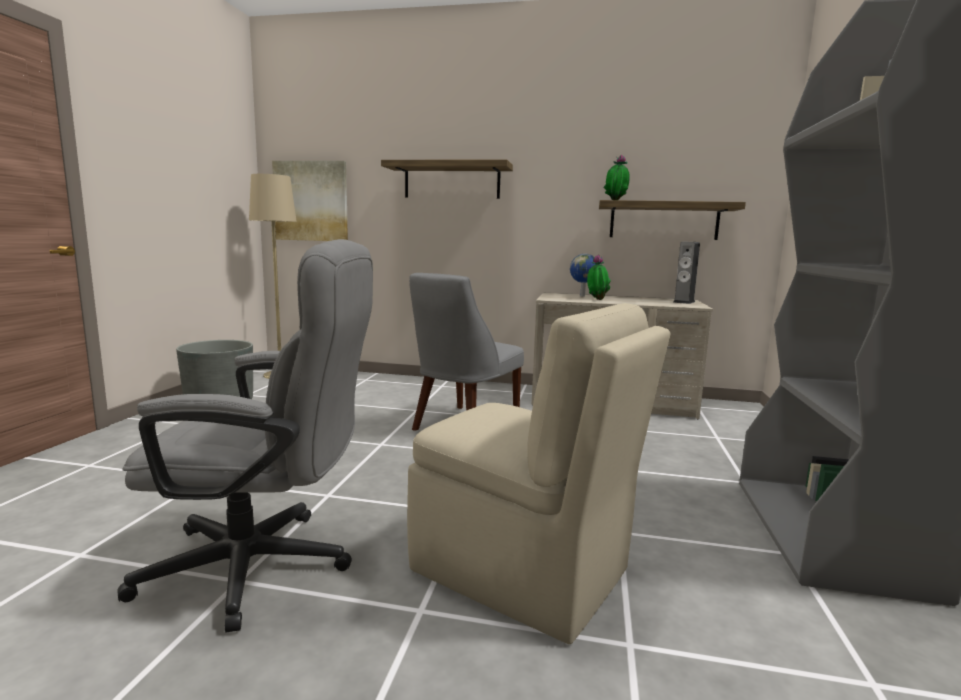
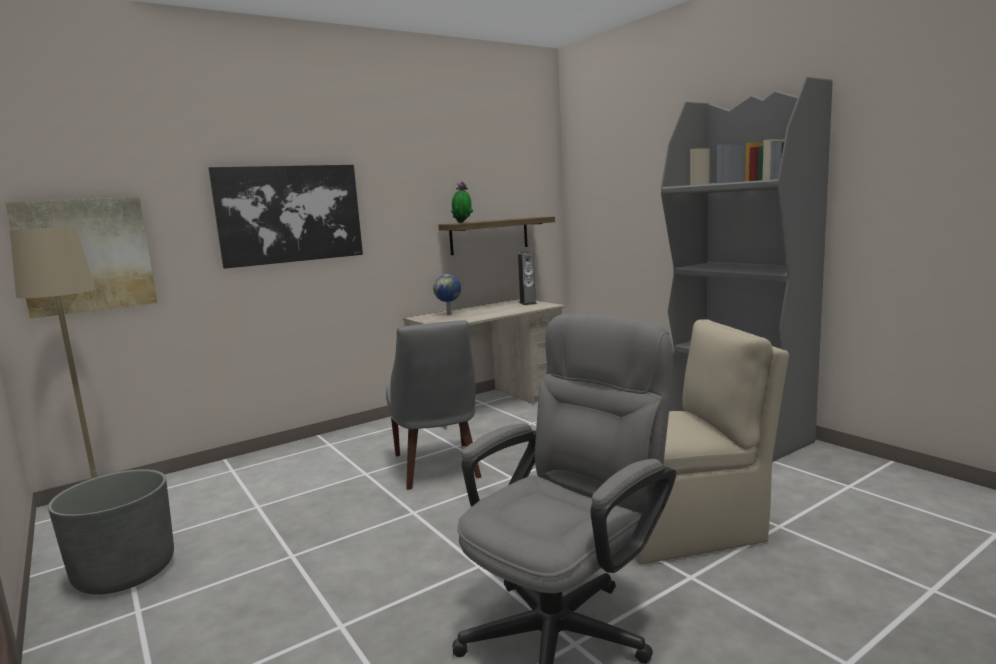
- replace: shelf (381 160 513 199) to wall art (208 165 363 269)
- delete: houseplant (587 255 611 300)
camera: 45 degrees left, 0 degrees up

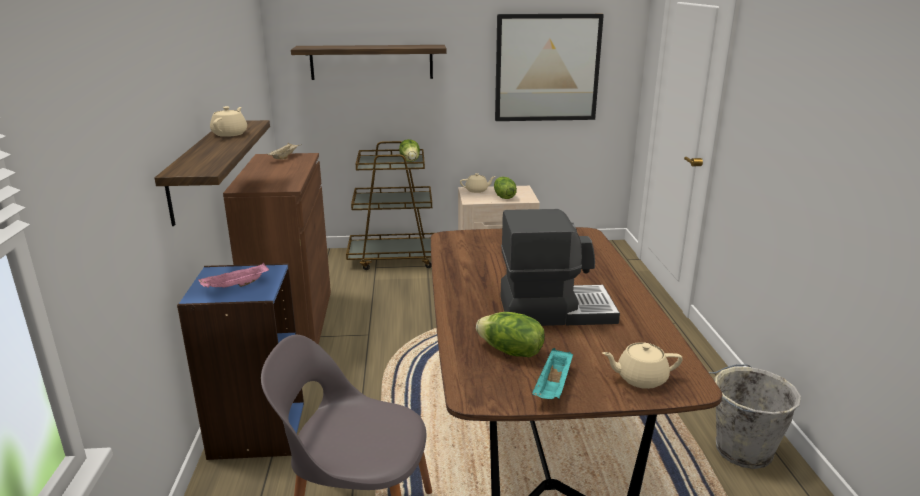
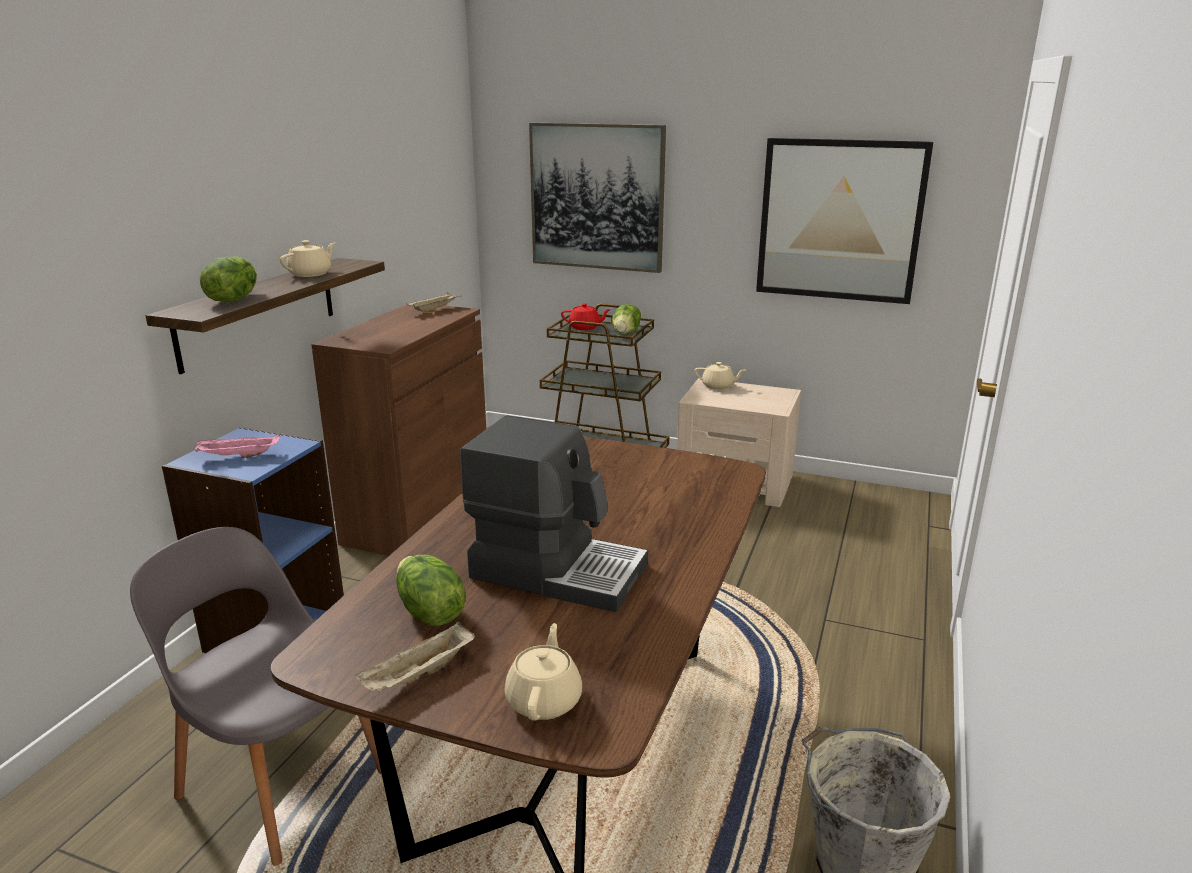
- replace: shelf (291 45 447 80) to wall art (529 123 666 273)
- move: lettuce (494 177 517 199) to (200 256 257 302)
- recolor: turquoise-coloured tray (532 348 573 399) to beige tray (355 622 475 693)
- rotate: beige teapot (602 342 683 389) = (504 623 582 721) 75 degrees clockwise
- insert: red-coloured teapot (561 303 611 330)
camera: 25 degrees right, 0 degrees up

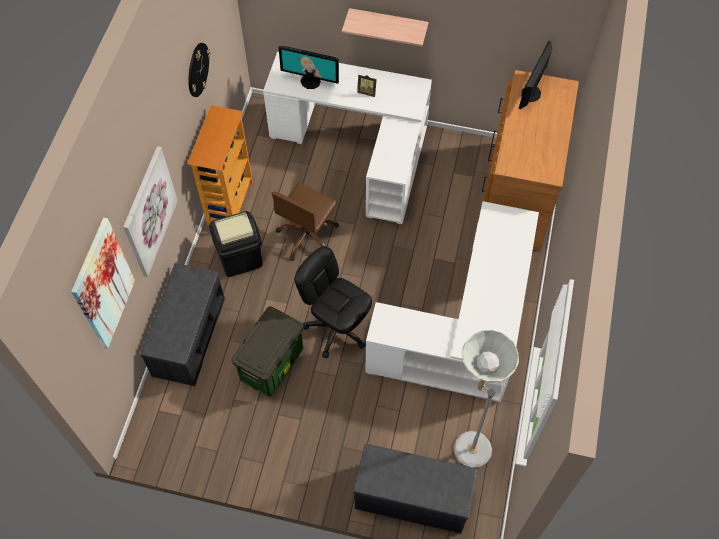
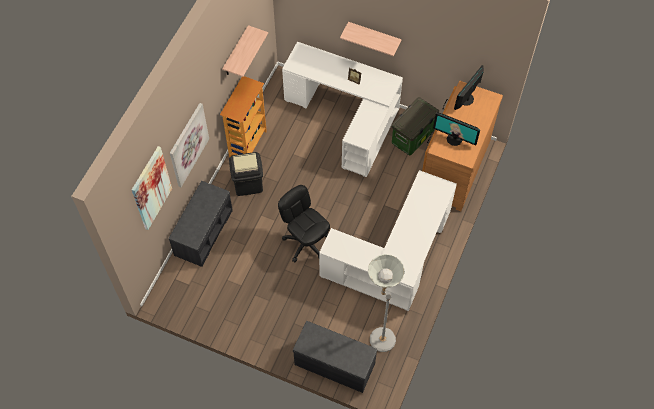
- replace: clock on the wall (188 43 210 97) to shelf (222 25 268 77)
- move: storage bin (231 306 304 397) to (392 97 439 155)
- delete: brown office chair (271 183 339 261)
- move: computer display (279 46 339 89) to (433 112 480 146)
camera: 10 degrees right, 0 degrees up

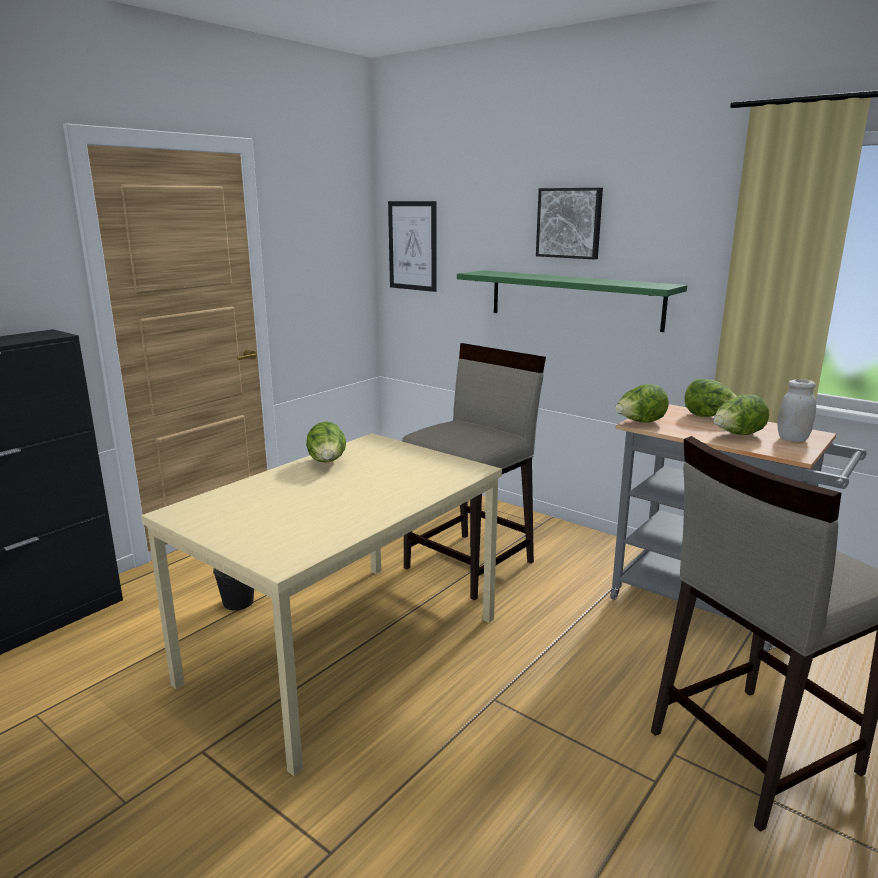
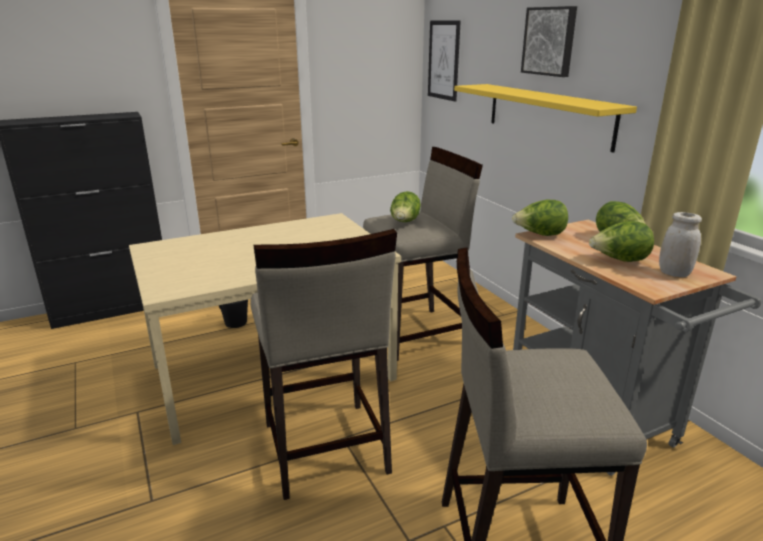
- move: lettuce (306 421 346 463) to (390 191 421 222)
- recolor: green shelf (457 270 687 332) to yellow-coloured shelf (454 84 637 153)
- insert: beige sitting stool (250 229 397 500)
camera: 25 degrees right, 5 degrees up

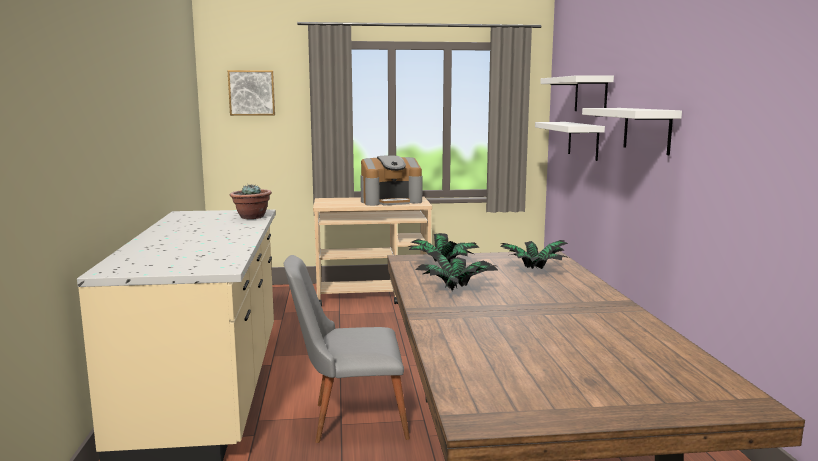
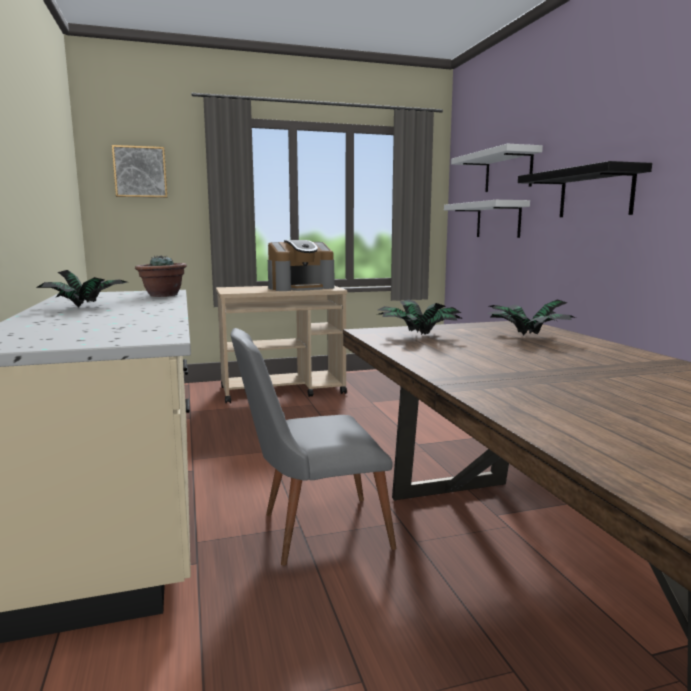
- move: houseplant (415 251 498 291) to (36 270 127 307)
- recolor: white-coloured shelf (582 108 682 155) to blackish shelf (518 161 652 217)
camera: 10 degrees left, 0 degrees up

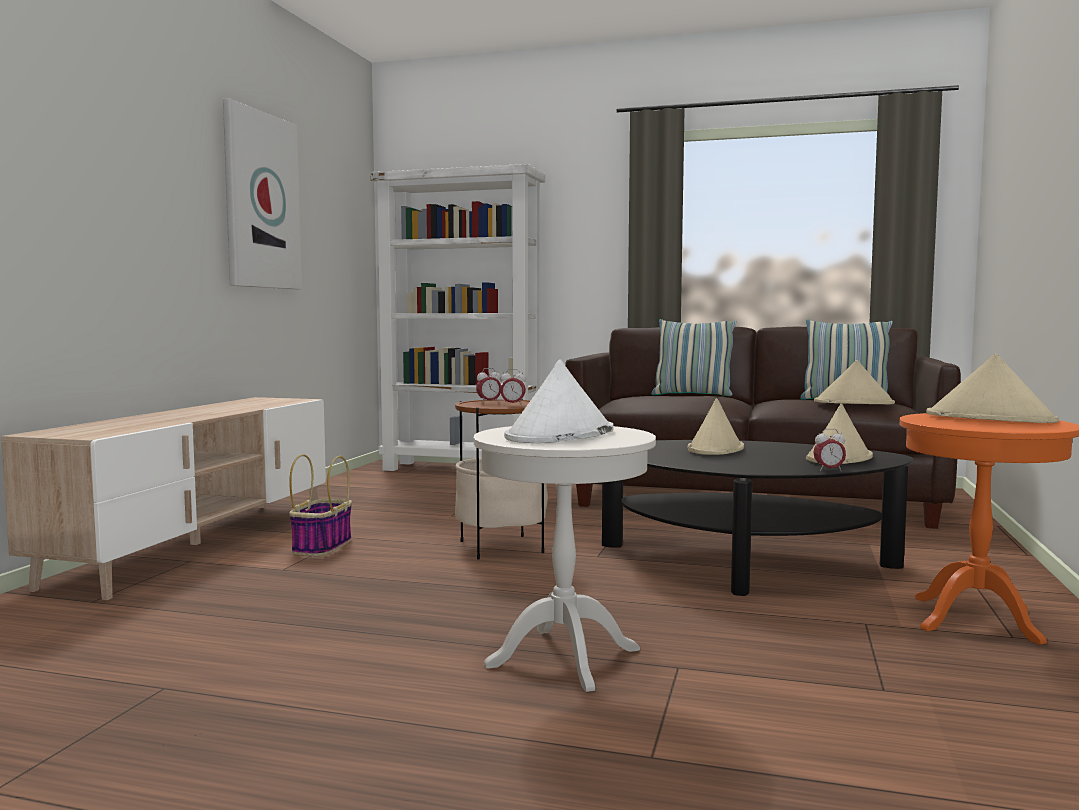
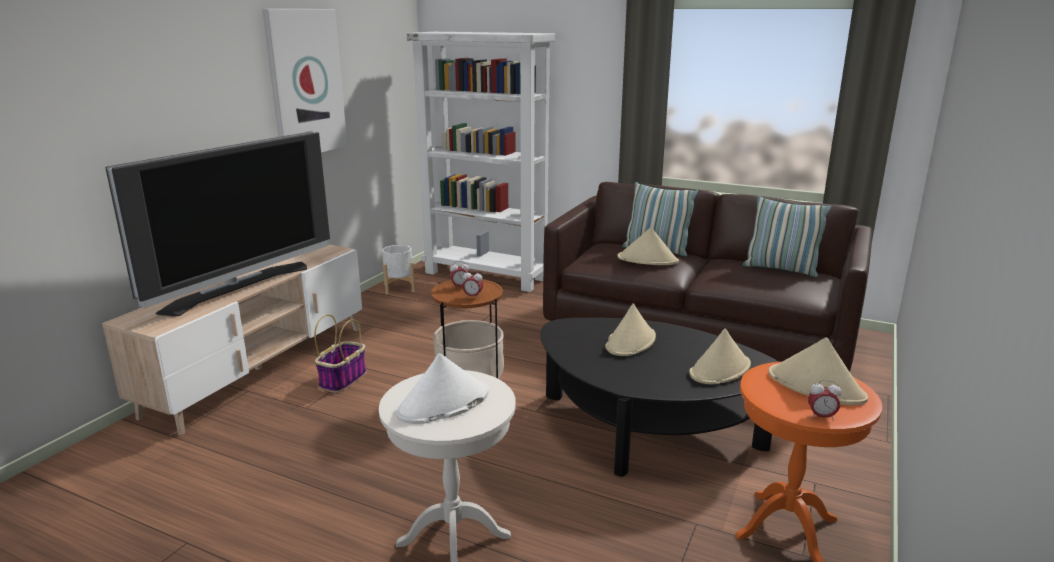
- move: alarm clock (813 429 846 471) to (808 380 841 421)
- move: beige hat (814 360 895 404) to (617 227 679 265)
- insert: TV (106 131 330 316)
- insert: white-coloured flower pot (382 245 415 294)
camera: 10 degrees right, 15 degrees up

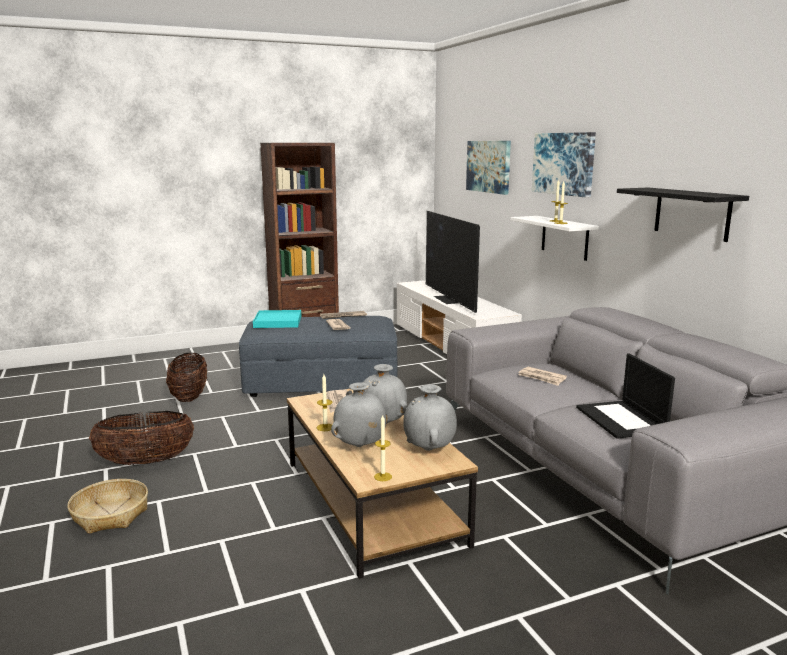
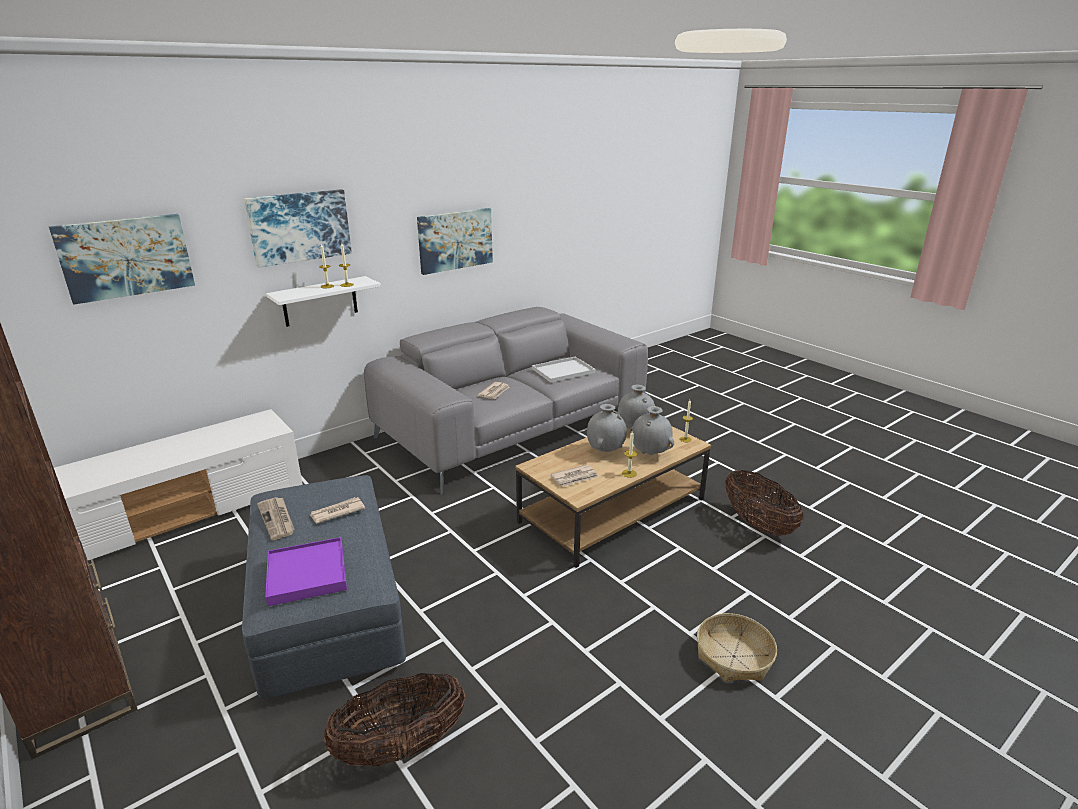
- move: storage basket (89 411 194 465) to (725 470 803 536)
- recolor: turquoise-coloured tray (253 310 301 328) to purplish tray (265 537 347 606)
- delete: TV (426 211 480 313)
- replace: portable computer (576 353 675 439) to white-coloured tray (532 357 595 383)
- replace: blackish shelf (617 188 749 242) to wall art (417 208 493 275)
camera: 105 degrees left, 10 degrees up

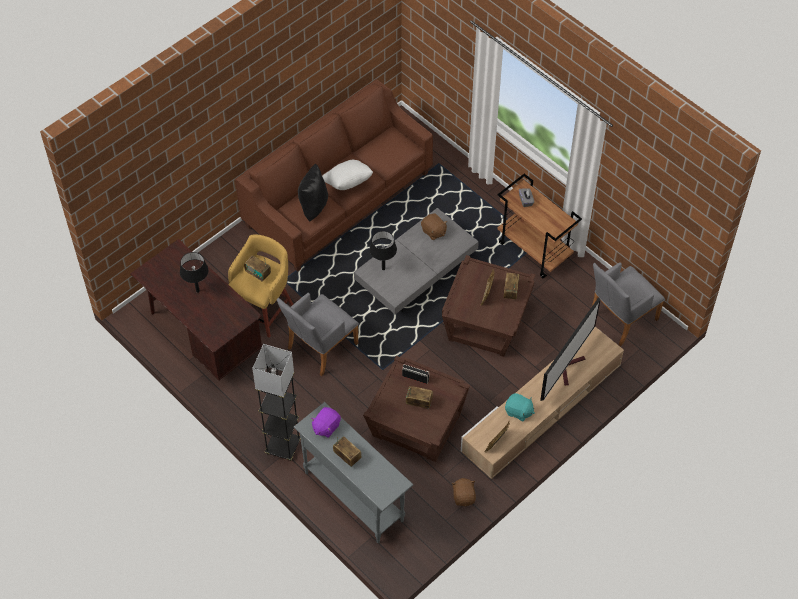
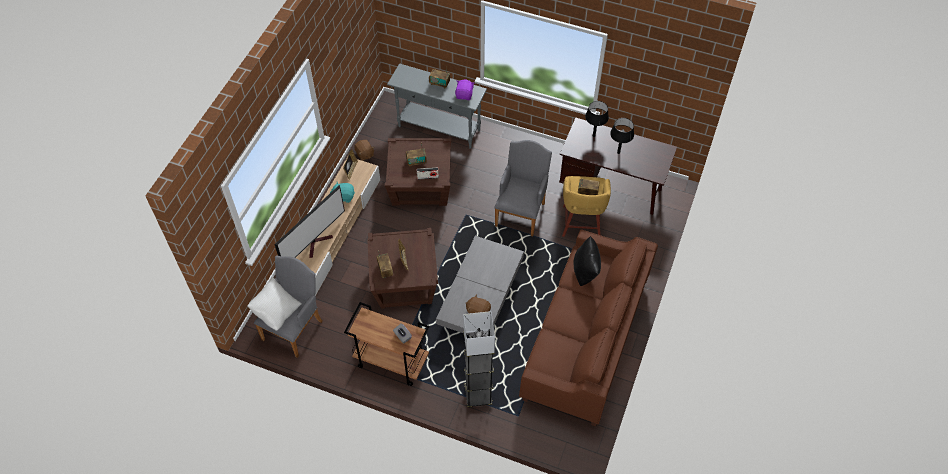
- move: greyish standard lamp (252 344 301 461) to (463 311 495 407)
- move: white-coloured throw pillow (322 160 373 190) to (248 277 302 331)
- move: blackish tabletop lamp (370 231 397 270) to (585 101 609 137)
- rotate: TV (540 297 600 401) = (275 185 345 258) 150 degrees counterclockwise
camera: 155 degrees right, 0 degrees up

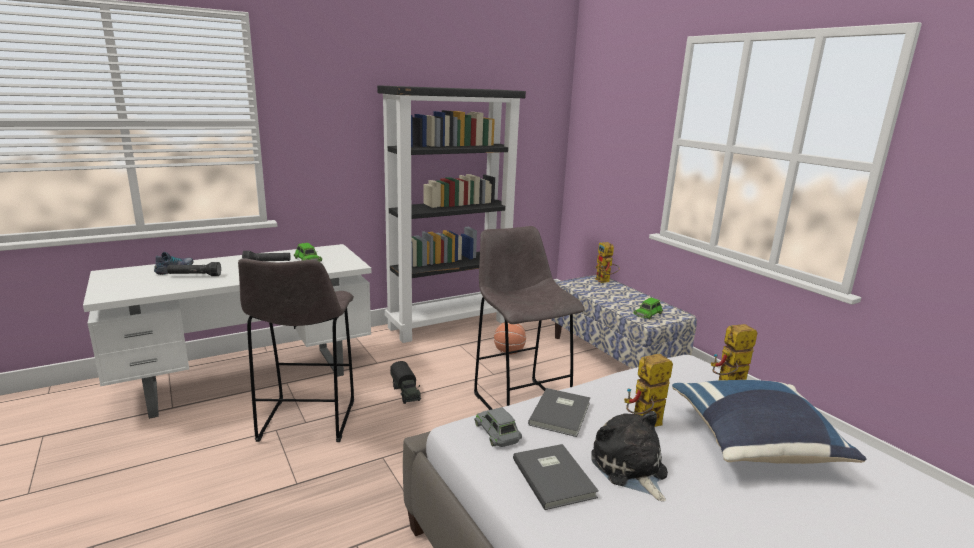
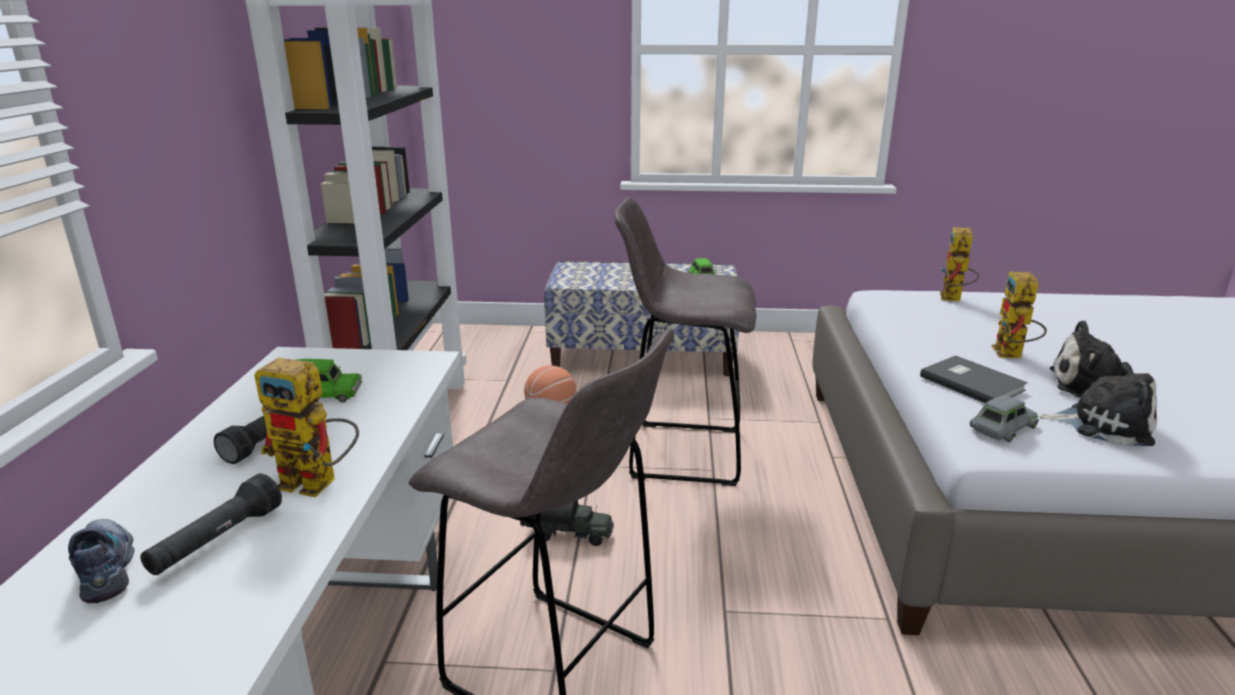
- rotate: greyish toy car (474 407 522 447) = (970 395 1039 442) 135 degrees clockwise
- replace: greyish volume (513 444 599 510) to plush toy (1039 362 1157 446)
- move: model robot (595 242 620 283) to (254 358 359 497)
- delete: bluish throw pillow (672 380 866 464)
camera: 55 degrees left, 5 degrees up

